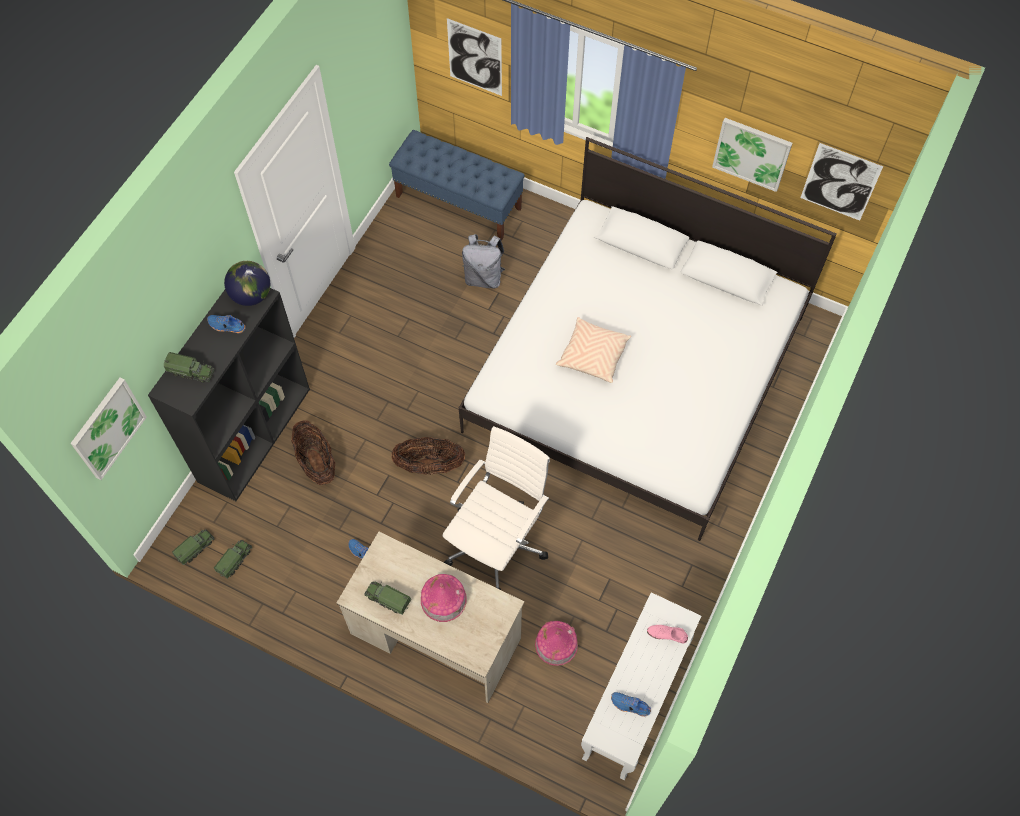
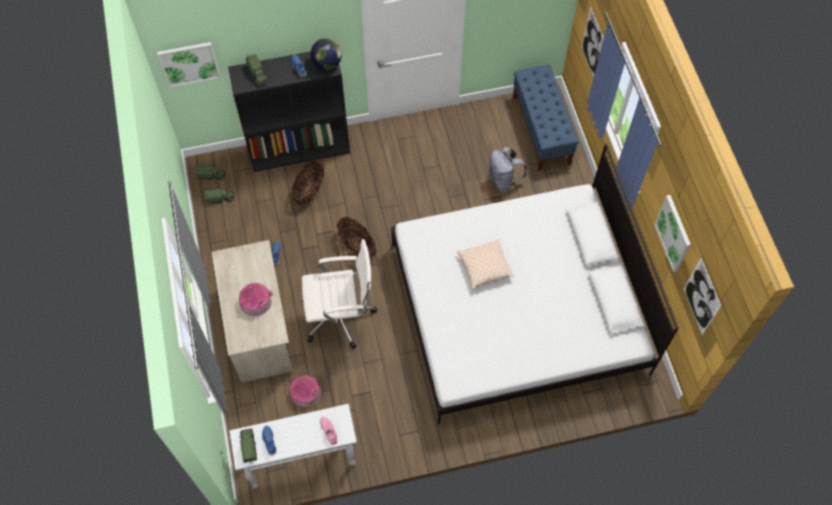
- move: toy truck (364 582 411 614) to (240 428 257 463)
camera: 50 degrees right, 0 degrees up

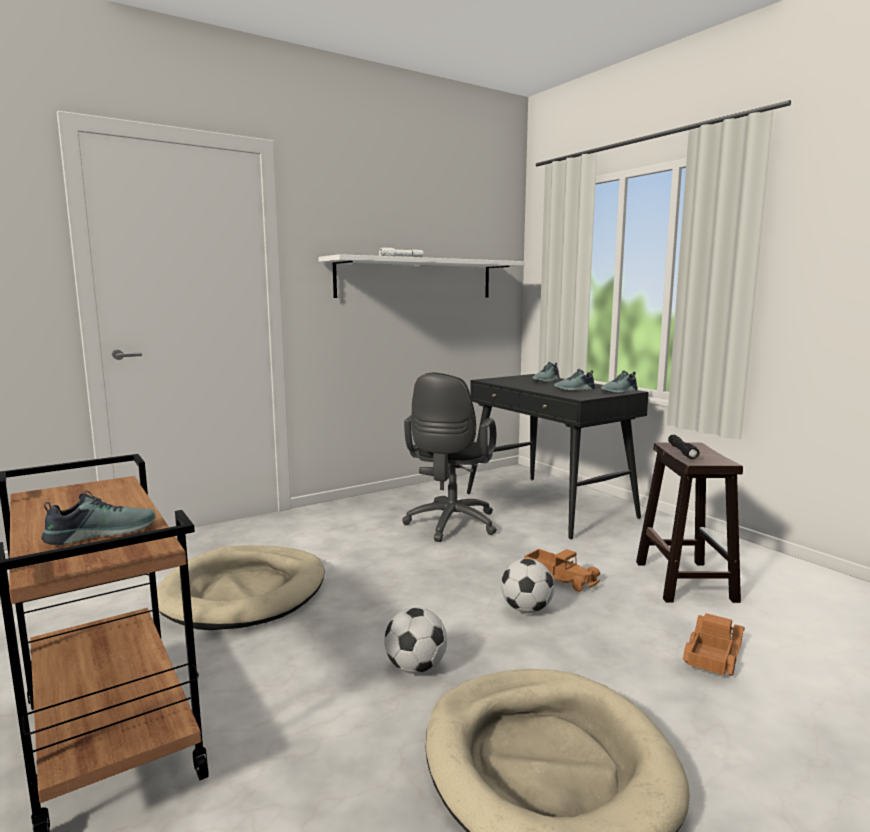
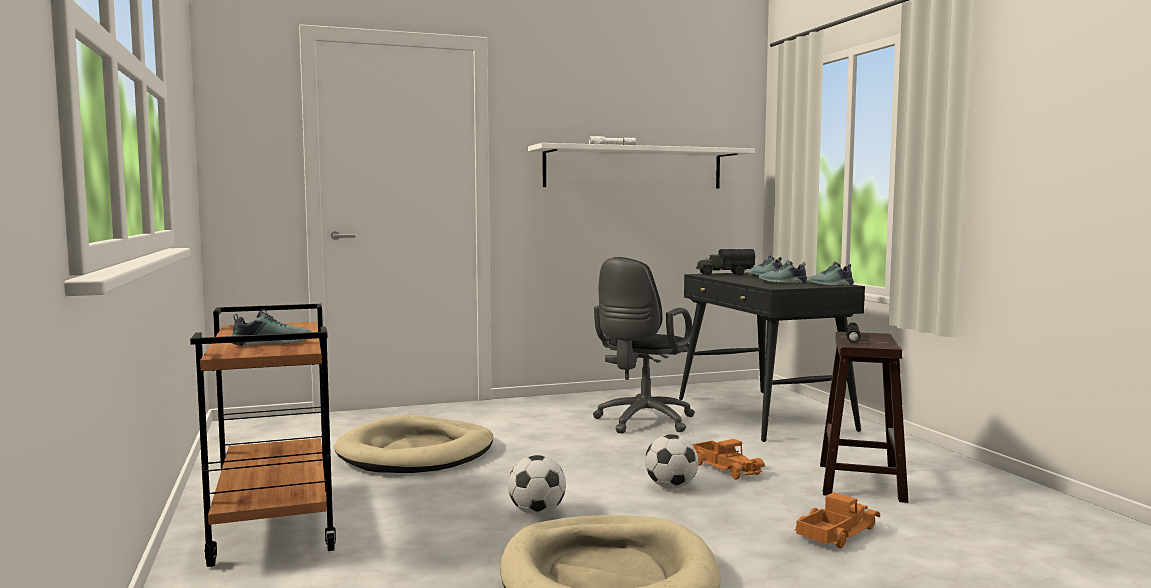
- insert: toy truck (696 249 756 275)
camera: 15 degrees right, 5 degrees down

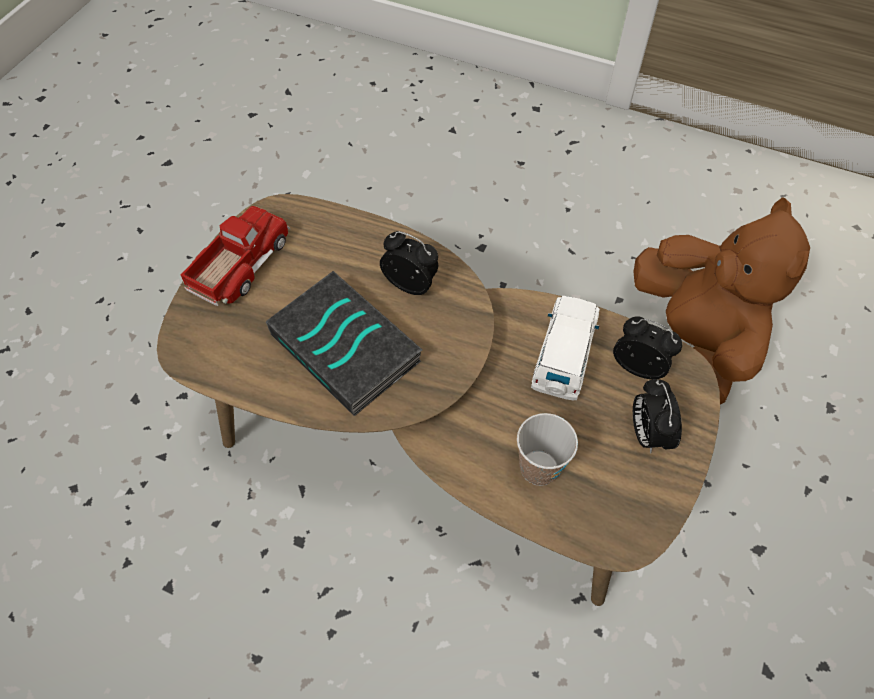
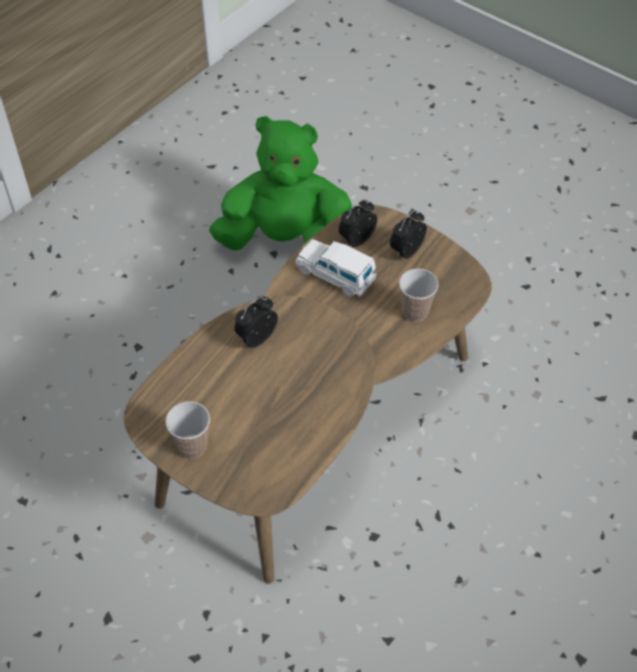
- replace: toy truck (181 206 291 306) to small cup (165 401 210 459)
- delete: volume (266 271 422 416)
- rotate: alarm clock (633 379 682 454) = (390 210 427 259) 120 degrees clockwise
- recolor: brown plush toy (634 197 810 404) to green plush toy (209 116 352 250)
camera: 75 degrees left, 5 degrees down

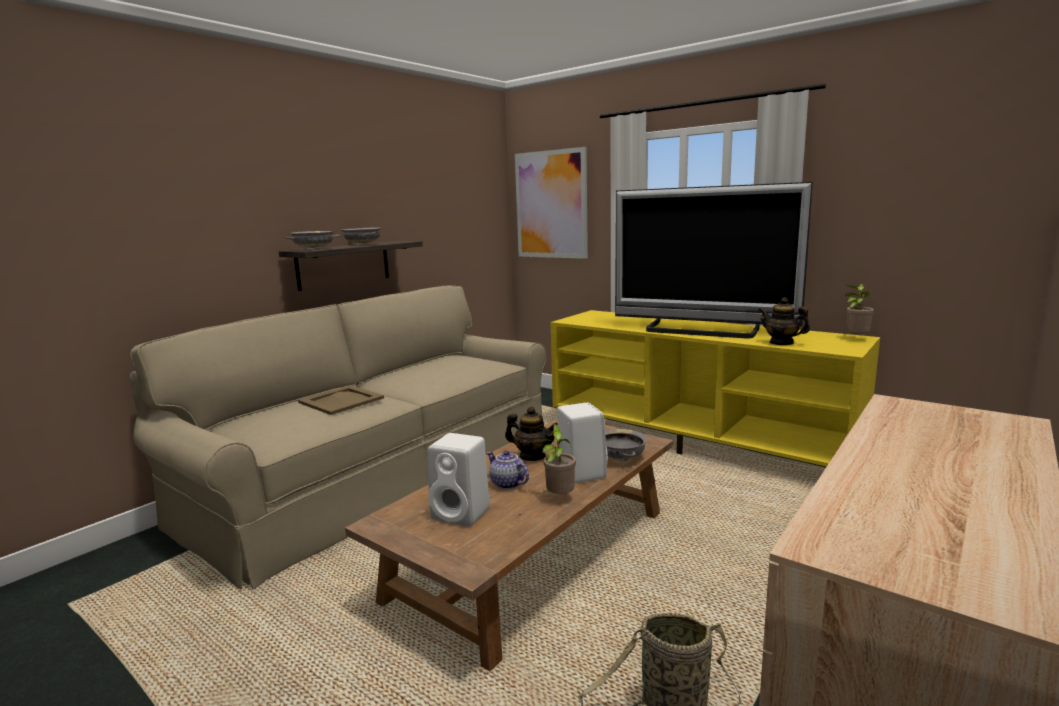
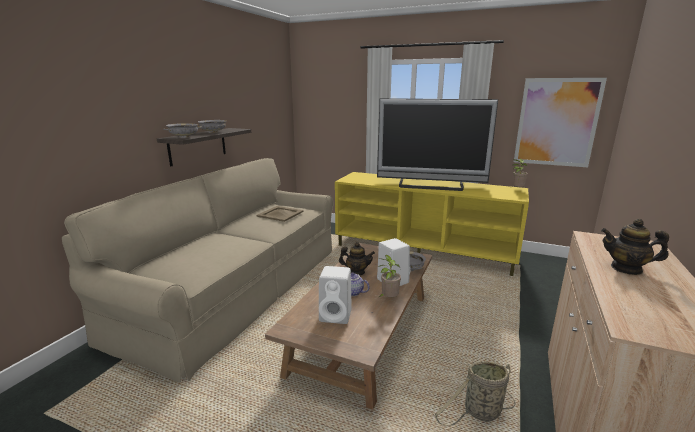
- move: beige tray (298 385 384 415) to (257 206 304 222)
- move: wall art (515 147 588 259) to (514 78 607 167)
- move: teapot (759 298 810 345) to (601 219 669 275)
camera: 15 degrees left, 5 degrees up

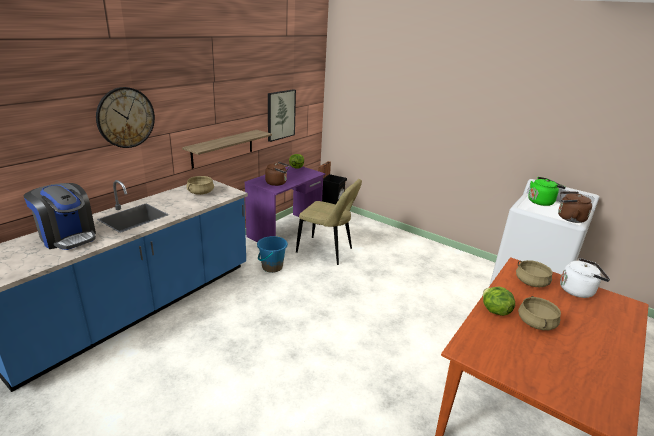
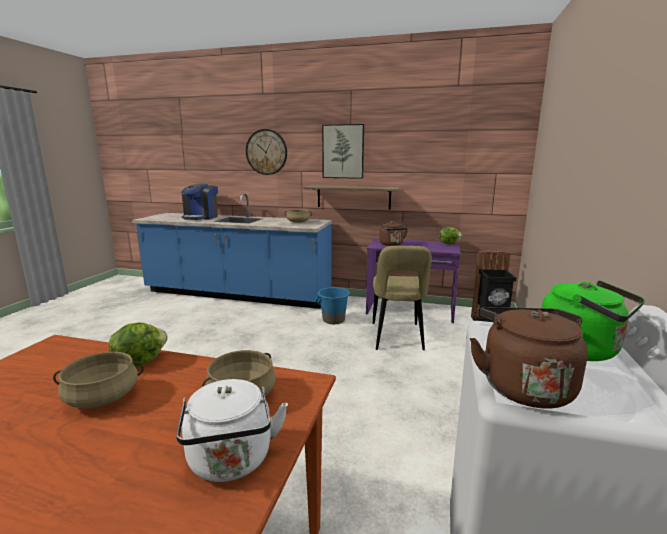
- move: wall art (268 89 296 142) to (322 124 364 179)
camera: 70 degrees right, 10 degrees down

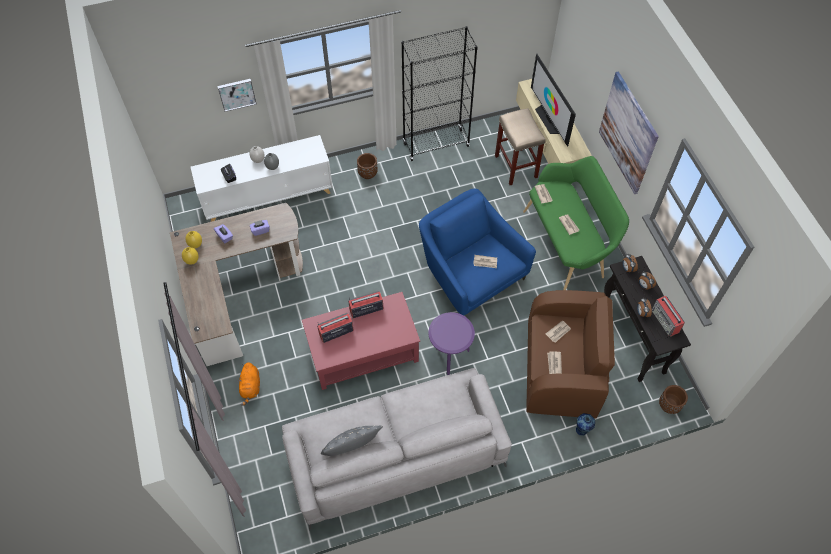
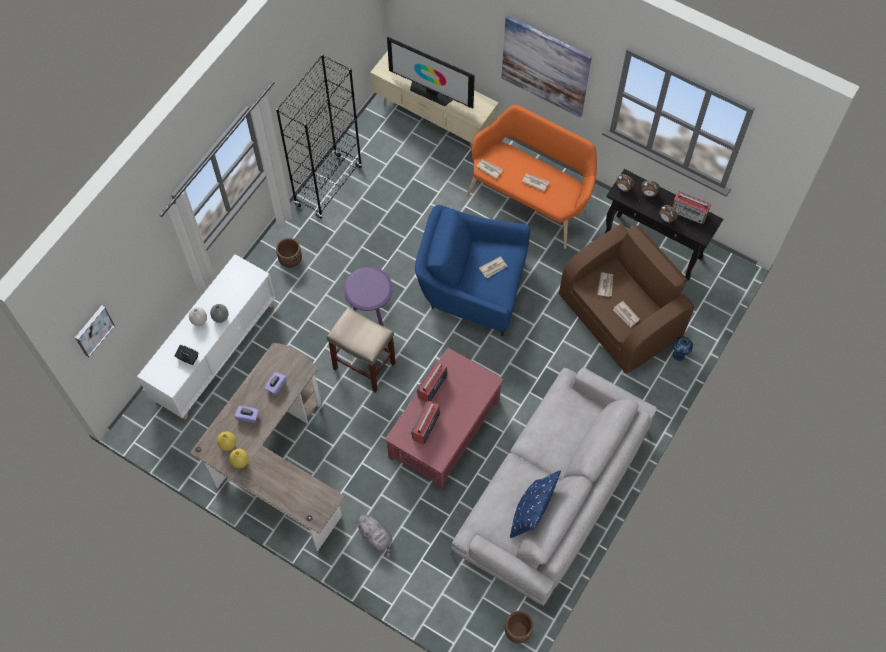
- move: wall art (217 79 256 112) to (75 306 115 357)
- recolor: orange plush toy (238 362 260 406) to greyish plush toy (355 515 393 558)
- recolor: greyish throw pillow (321 426 383 456) to bluish throw pillow (510 470 561 538)
- move: purplish accent table (429 312 475 375) to (344 267 393 327)
- move: beige sitting stool (495 108 546 185) to (327 307 396 393)
- recolor: green indoor bench (523 156 629 290) to orange indoor bench (466 105 597 249)
- move: brown flower pot (659 385 688 414) to (505 611 533 643)
camera: 40 degrees left, 5 degrees up

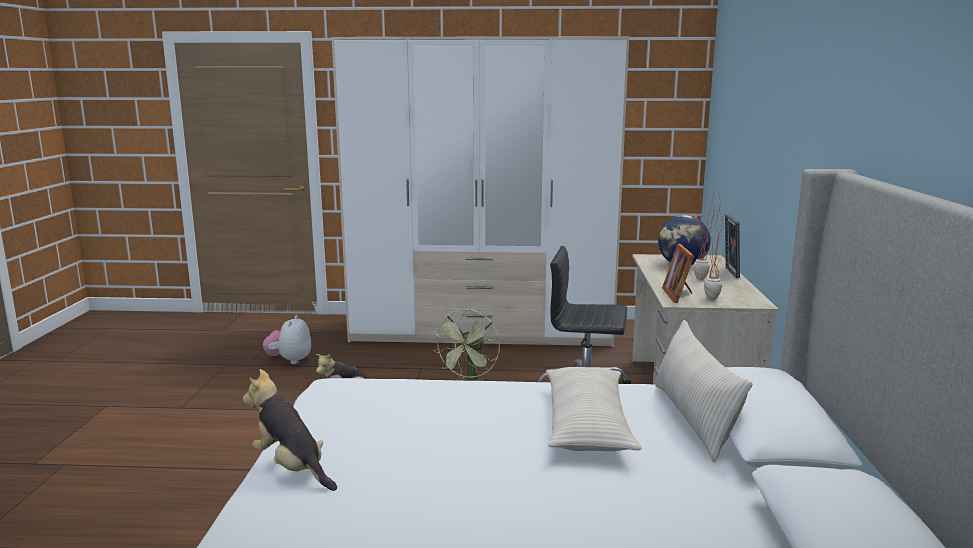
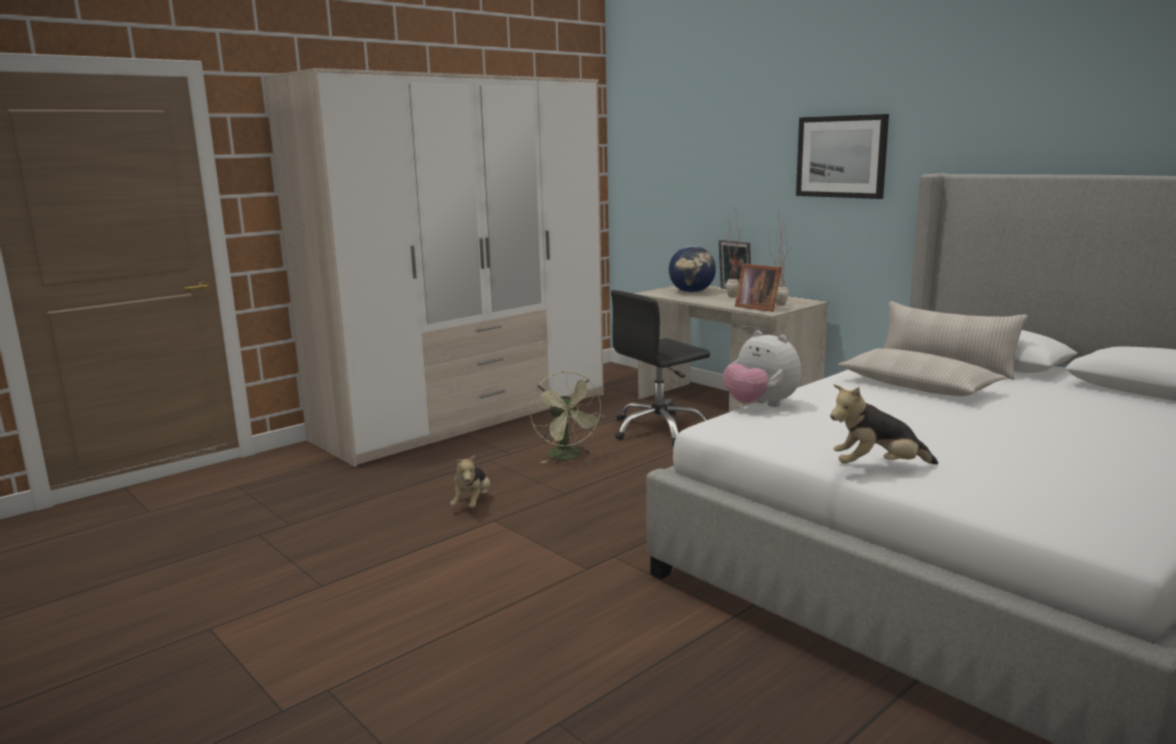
- move: plush toy (263 315 311 364) to (723 330 801 407)
- insert: wall art (796 114 889 199)
camera: 45 degrees left, 0 degrees up

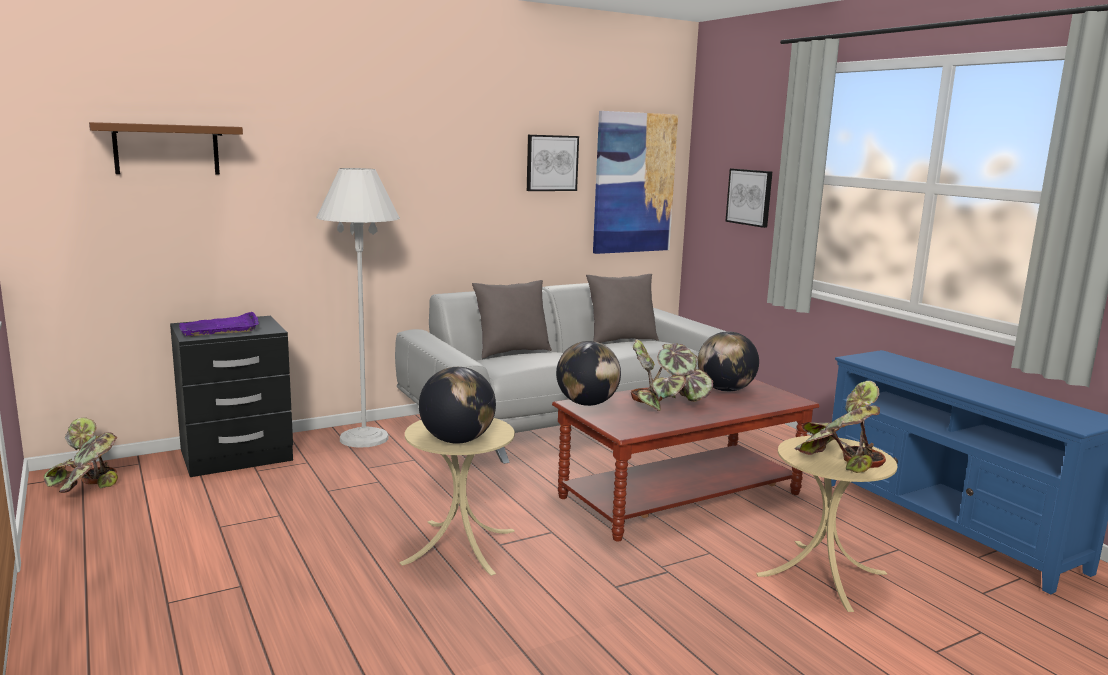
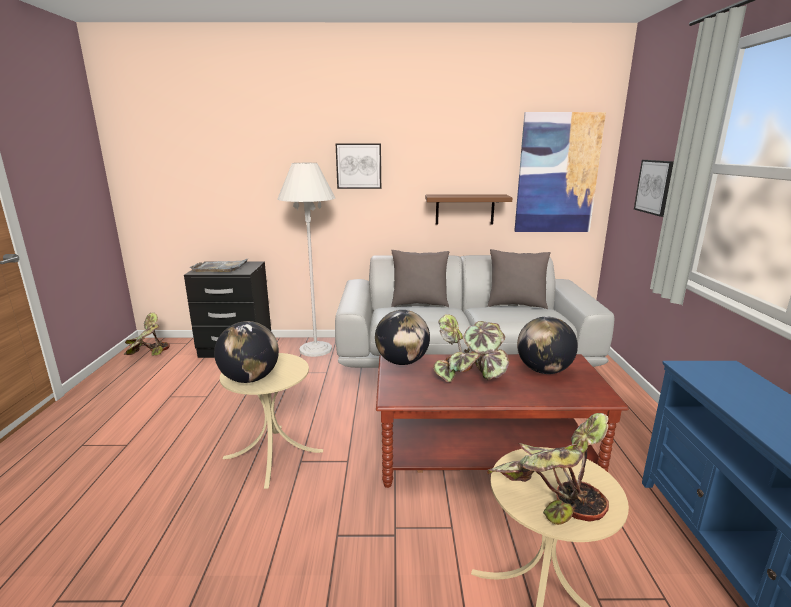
- move: brown shelf (89 122 243 175) to (425 194 513 224)
- recolor: purplish tray (179 312 259 337) to greyish tray (189 258 249 272)
- move: wall art (527 135 579 191) to (336 144 381 189)
camera: 30 degrees right, 5 degrees up

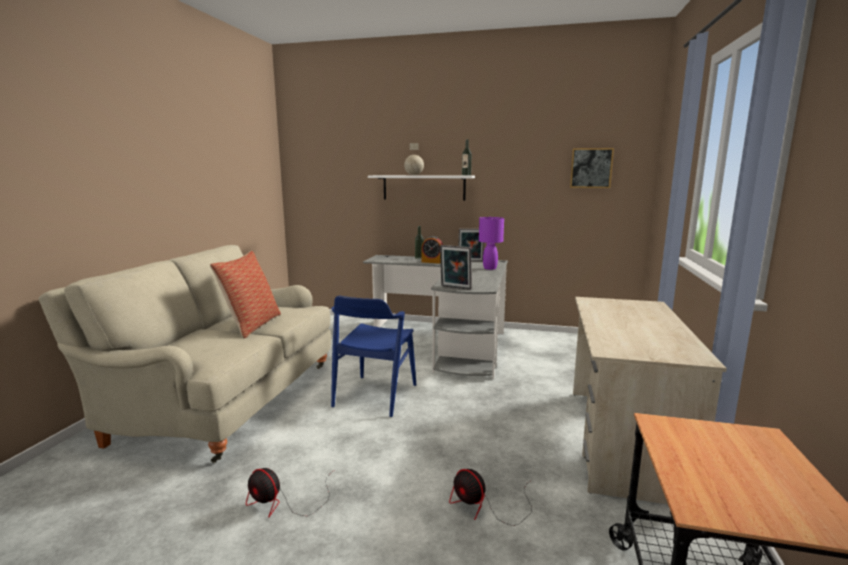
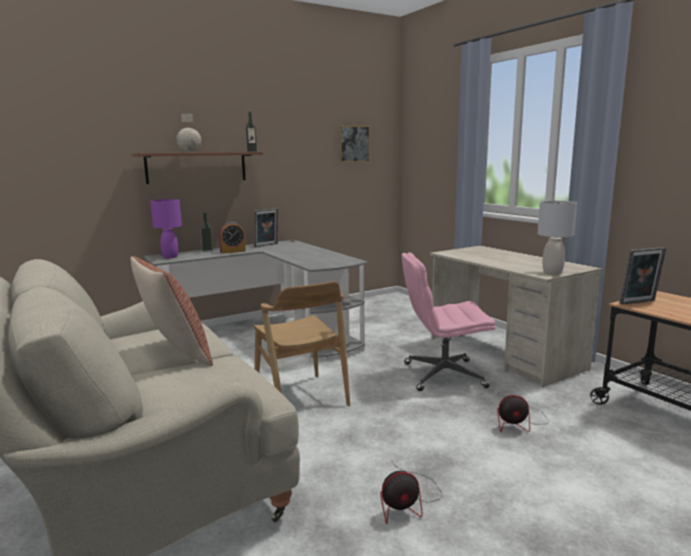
- recolor: bluish chair (331 296 416 417) to brown chair (254 281 350 406)
- recolor: white-coloured shelf (368 175 475 201) to brown shelf (131 152 263 184)
- move: photo frame (440 245 472 290) to (619 247 666 305)
- move: purplish tabletop lamp (479 217 504 270) to (150 199 182 259)
- insert: pinkish office chair (402 252 496 391)
- insert: greyish tabletop lamp (538 201 577 274)
camera: 45 degrees left, 0 degrees up

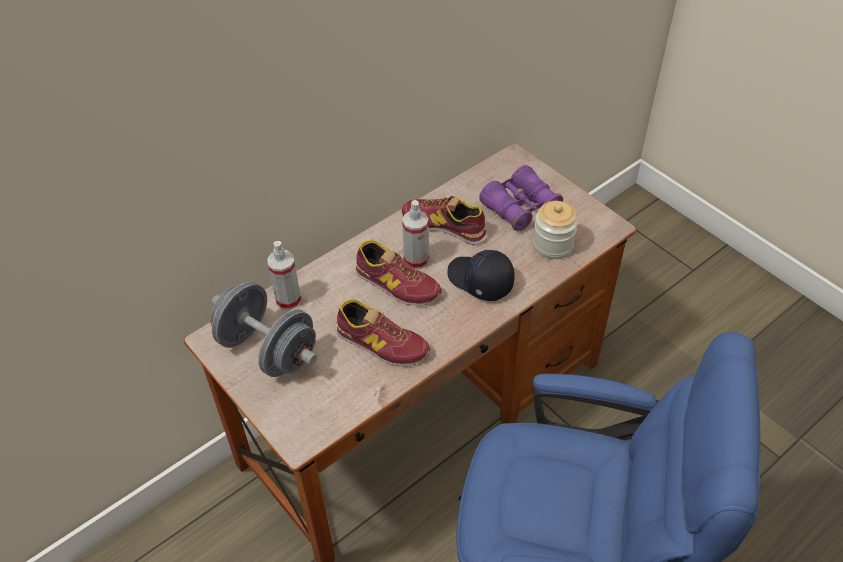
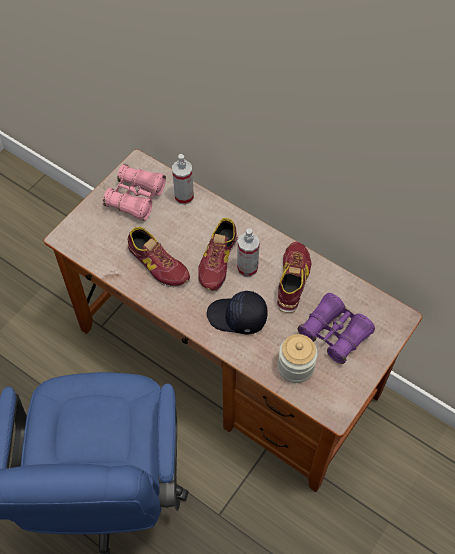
- replace: greyish free weight (210 282 317 377) to pinkish pair of binoculars (103 164 166 221)
- rotate: shoe (336 299 430 366) = (128 227 190 287) 60 degrees counterclockwise
- rotate: blackish peaked cap (447 250 515 301) = (207 291 268 334) 105 degrees counterclockwise
camera: 75 degrees right, 10 degrees up

